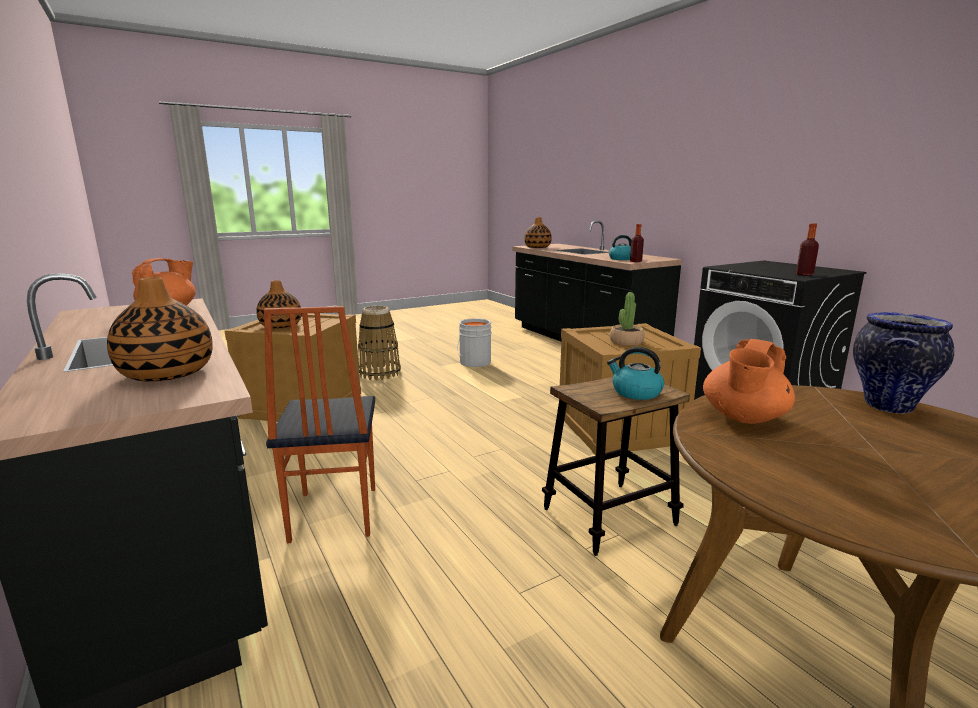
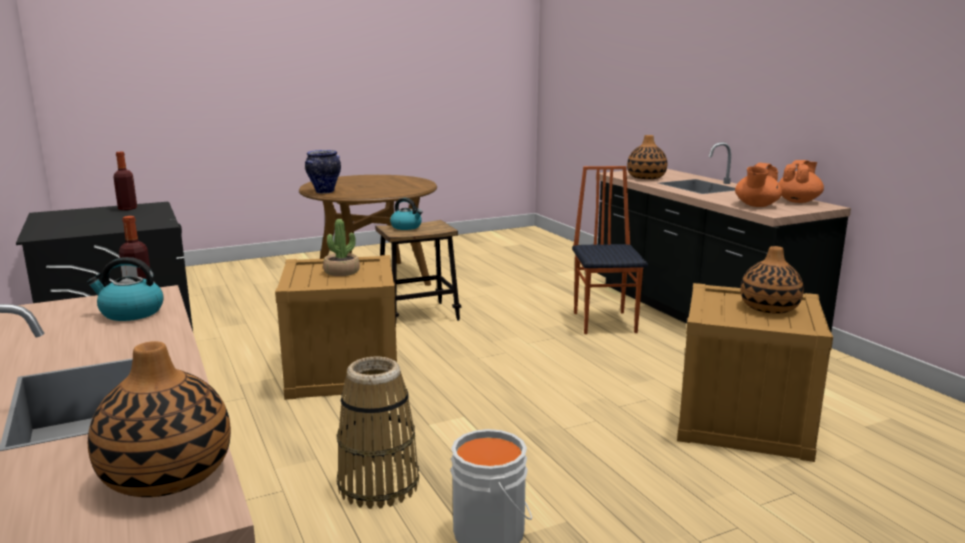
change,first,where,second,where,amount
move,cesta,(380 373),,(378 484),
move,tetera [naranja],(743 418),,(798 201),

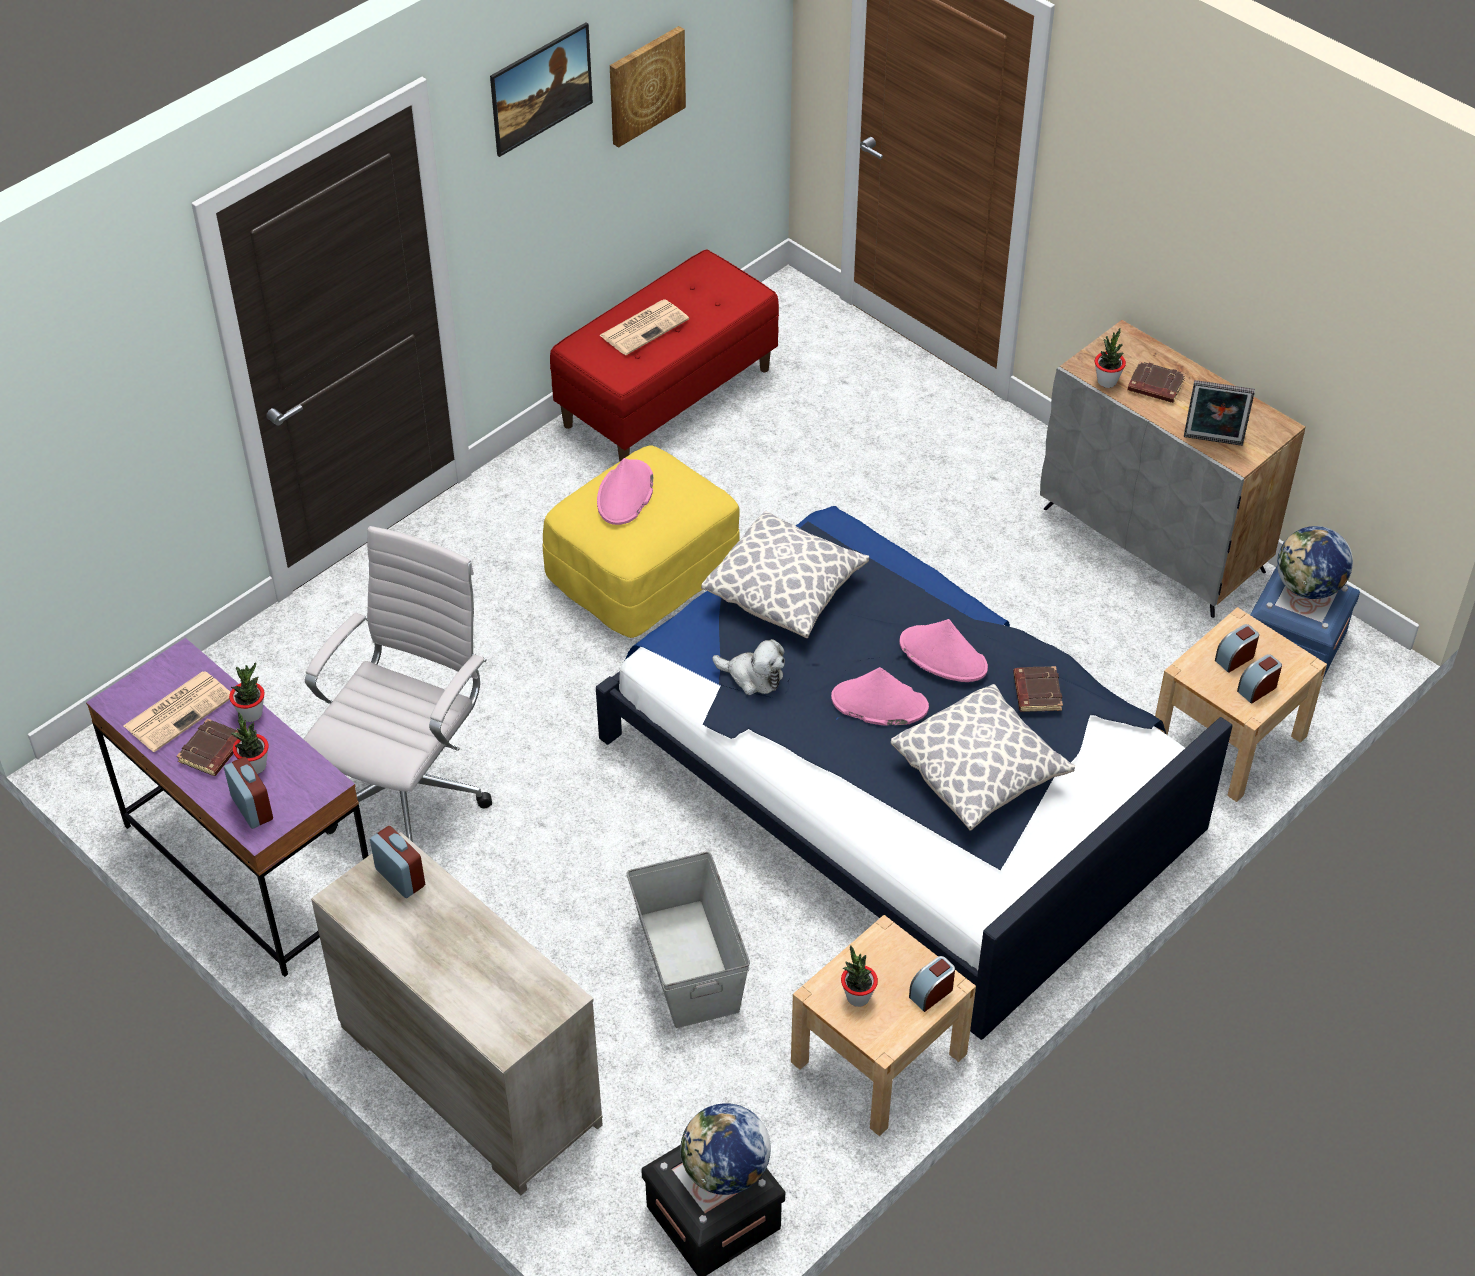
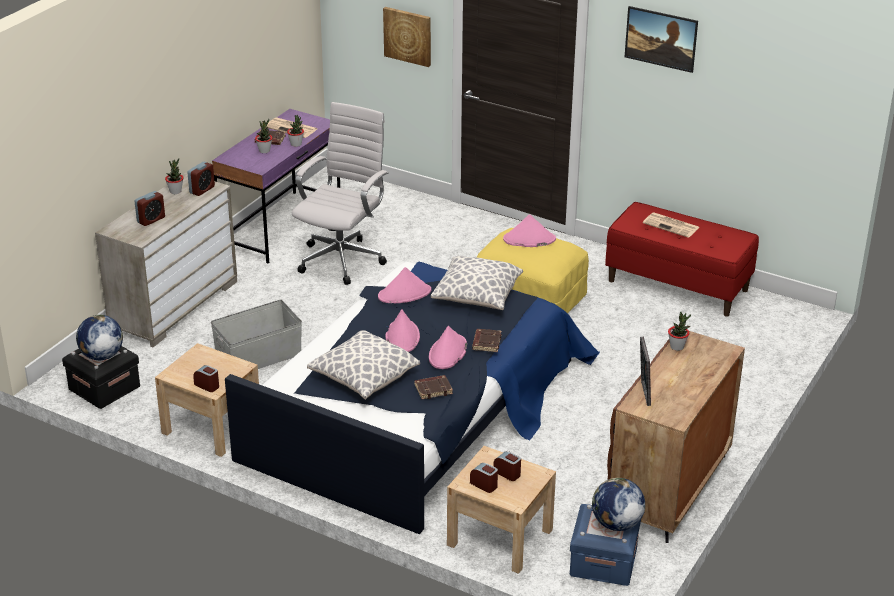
change,first,where,second,where,amount
move,despertador,(252 808),,(151 220),
move,planta en maceta,(858 997),,(175 191),
rotate,silla de oficina [blanco],(410 791),,(343 259),75 degrees counterclockwise
replace,peluche,(753 676),sombrero [rosa],(405 294),
move,cuadro,(645 85),,(408 36),
move,libro [marrón],(1154 386),,(486 342),
recolor,armario [gris],(1154 540),armario [marrón],(668 488),

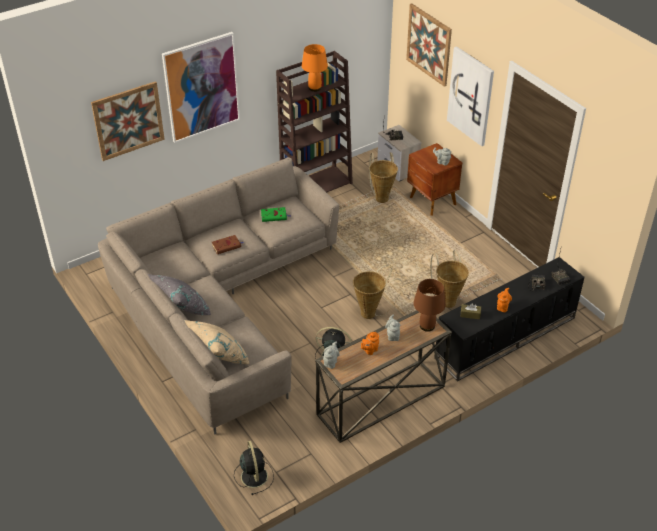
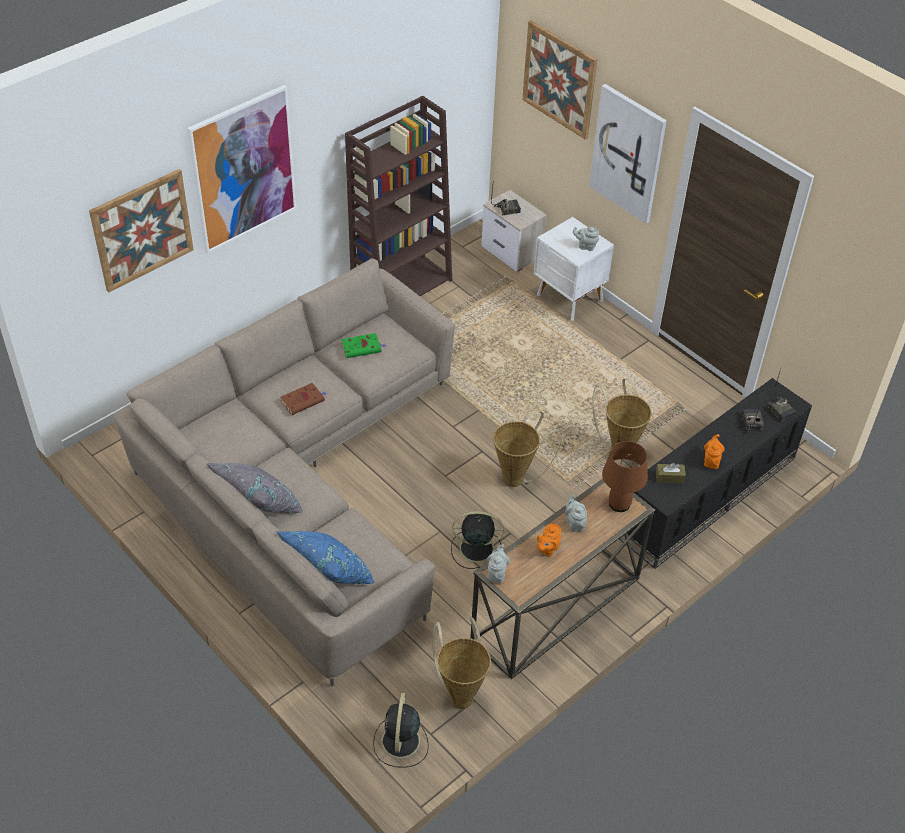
change,first,where,second,where,amount
recolor,cojín [beis],(219 357),cojín [azul],(327 576),
rotate,ventilador [negro],(254 475),,(400 742),150 degrees counterclockwise
move,cesta,(382 197),,(460 693),
recolor,mesita de noche [marrón],(432 201),mesita de noche [blanco],(569 299),
delete,lámpara de mesa [naranja],(314 88),,,

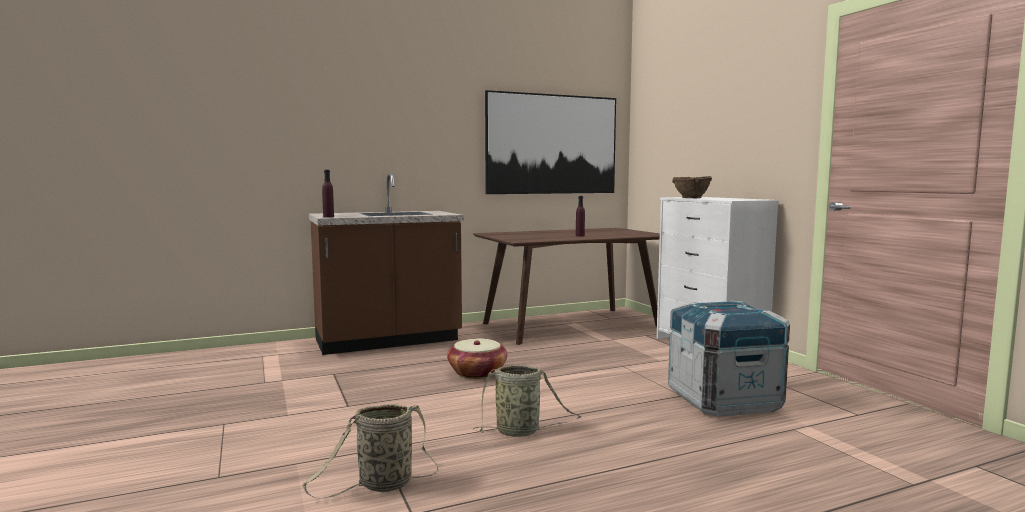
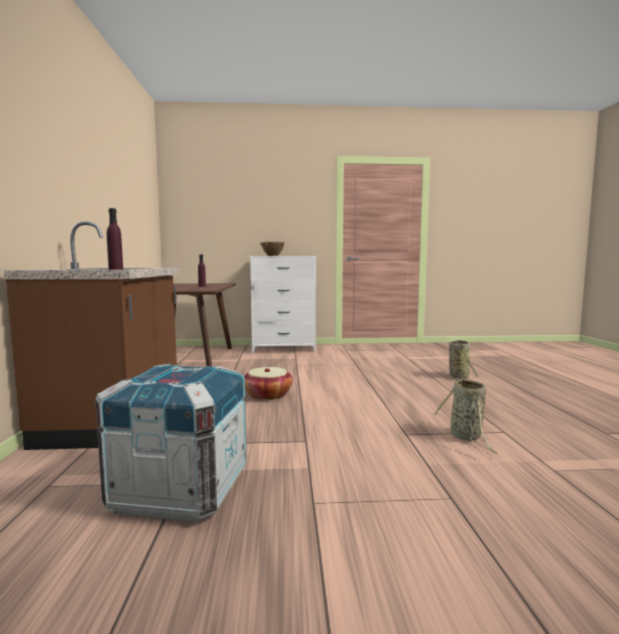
change,first,where,second,where,amount
move,caja de embalaje,(724 401),,(180 490),
move,cesta,(521 431),,(458 376),
delete,cuadro,(552 144),,,

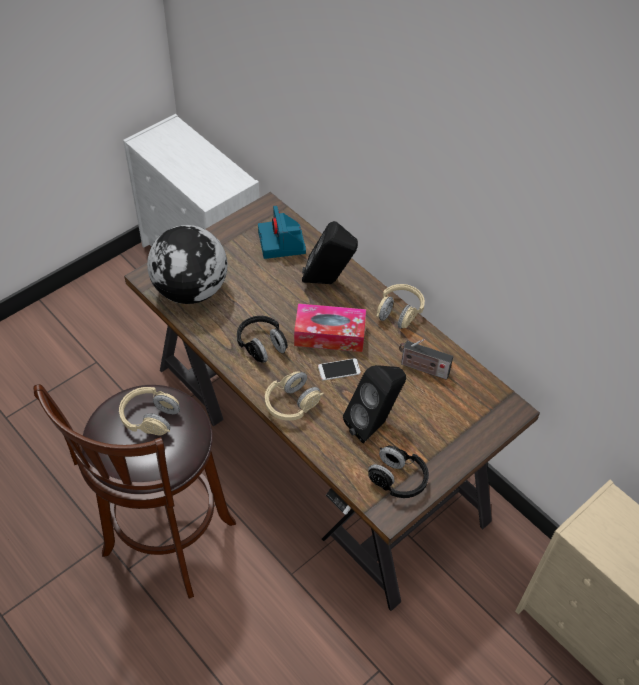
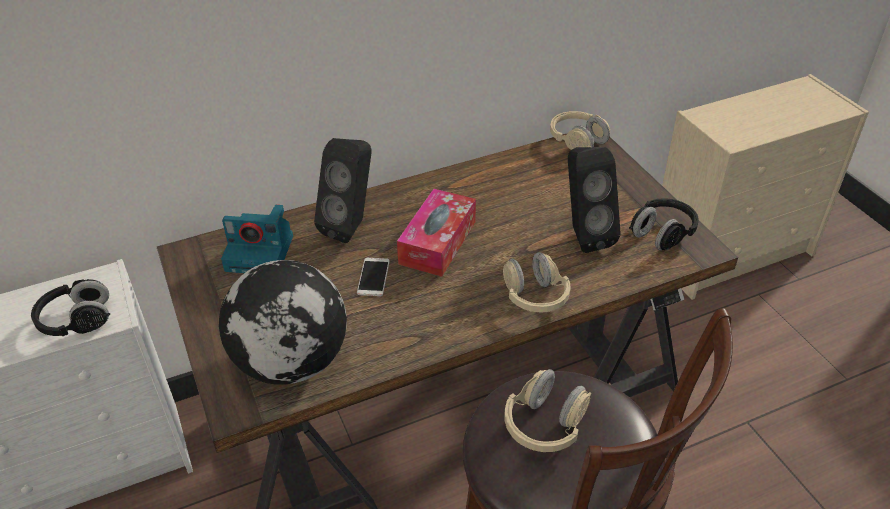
change,first,where,second,where,amount
move,auriculares [negro],(262 345),,(77 321),
move,móvil,(339 369),,(373 277),
move,auriculares [beis],(399 313),,(577 142),
delete,radio,(422 368),,,

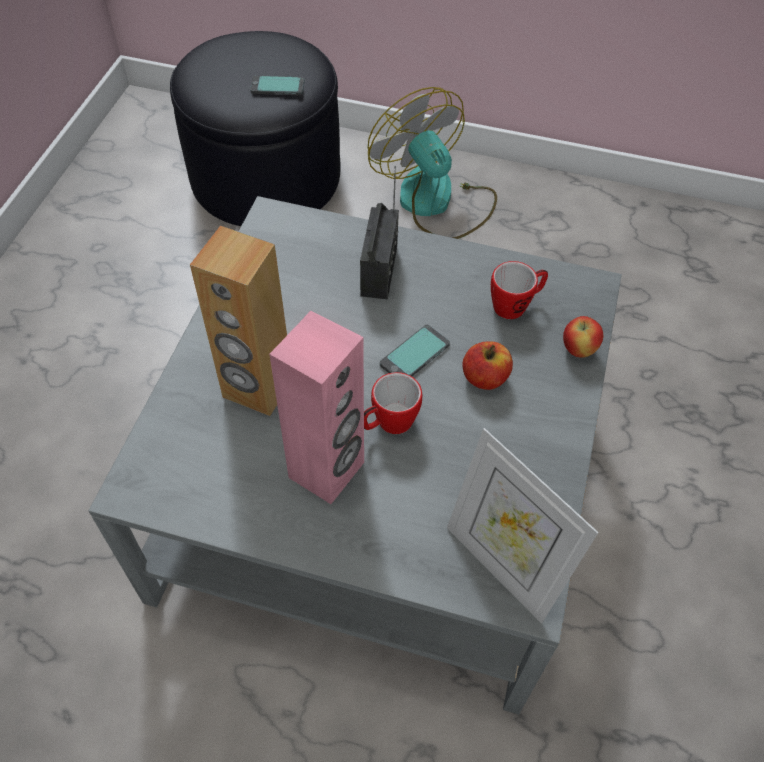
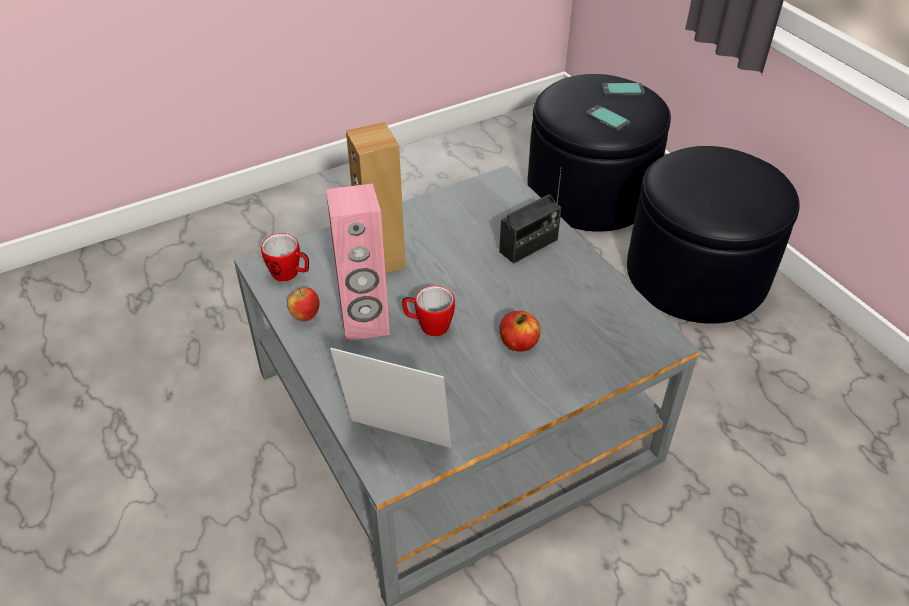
change,first,where,second,where,amount
move,taza grande,(515 305),,(290 274),
move,manzana,(578 350),,(305 316),
rotate,portarretratos,(502 565),,(397 442),105 degrees clockwise
move,móvil,(415 355),,(622 90),
replace,ventilador,(435 202),puf [negro],(696 274),

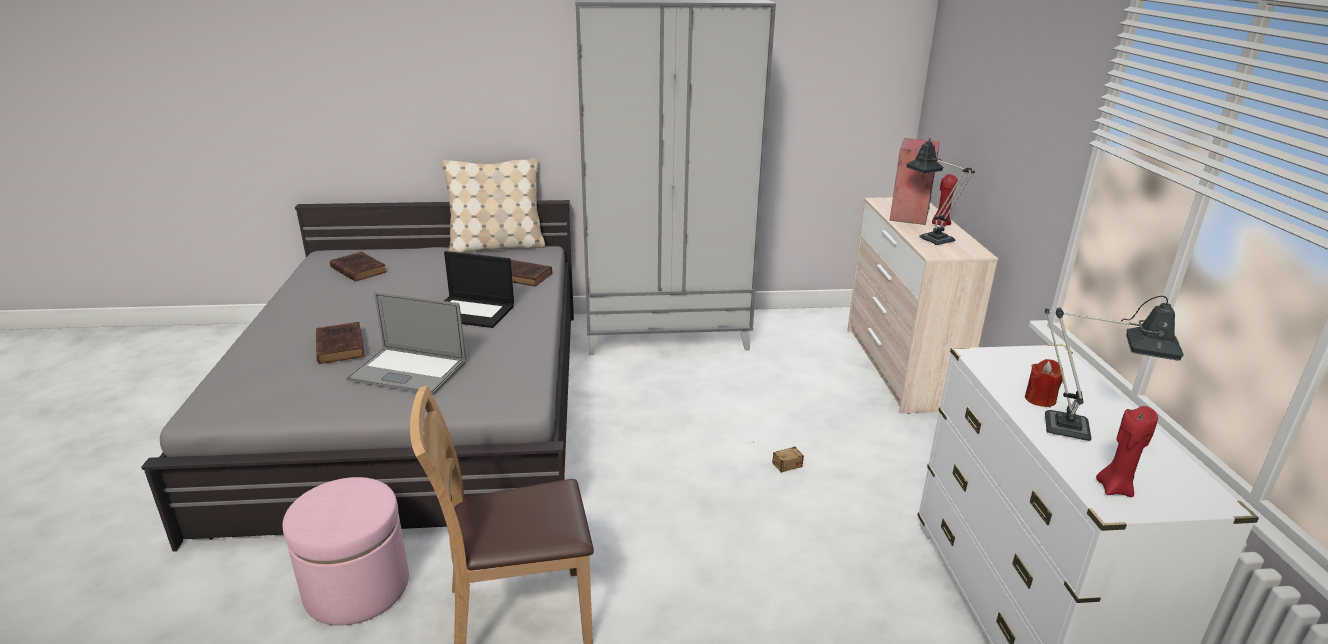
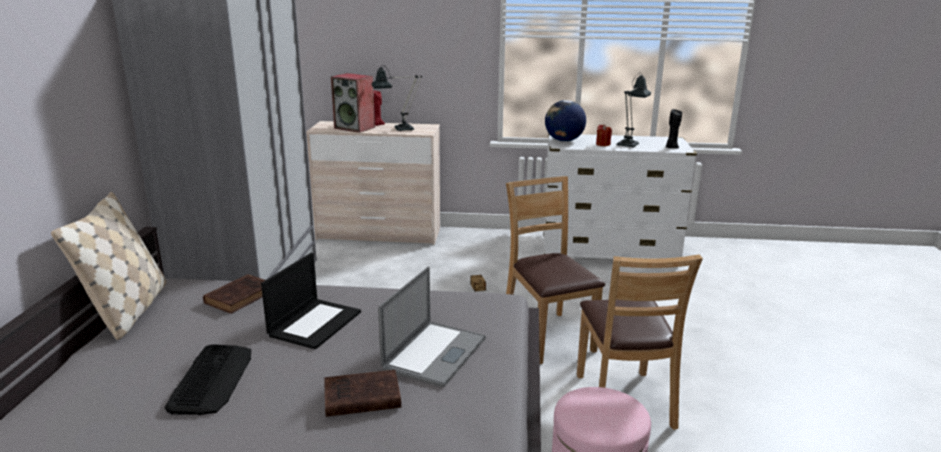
change,first,where,second,where,amount
insert,,,teclado,(212 379),
insert,,,silla [marrón],(548 336),
insert,,,globo terráqueo,(564 140),
recolor,vela [rojo],(1114 488),vela [negro],(671 147),
delete,libro [marrón],(358 269),,,

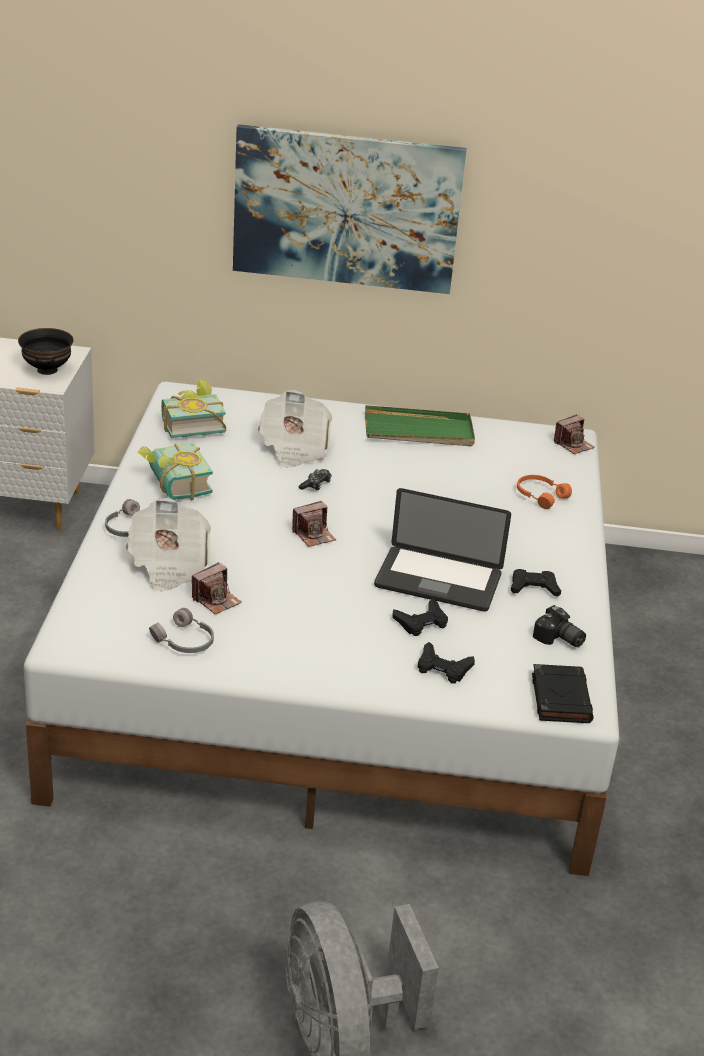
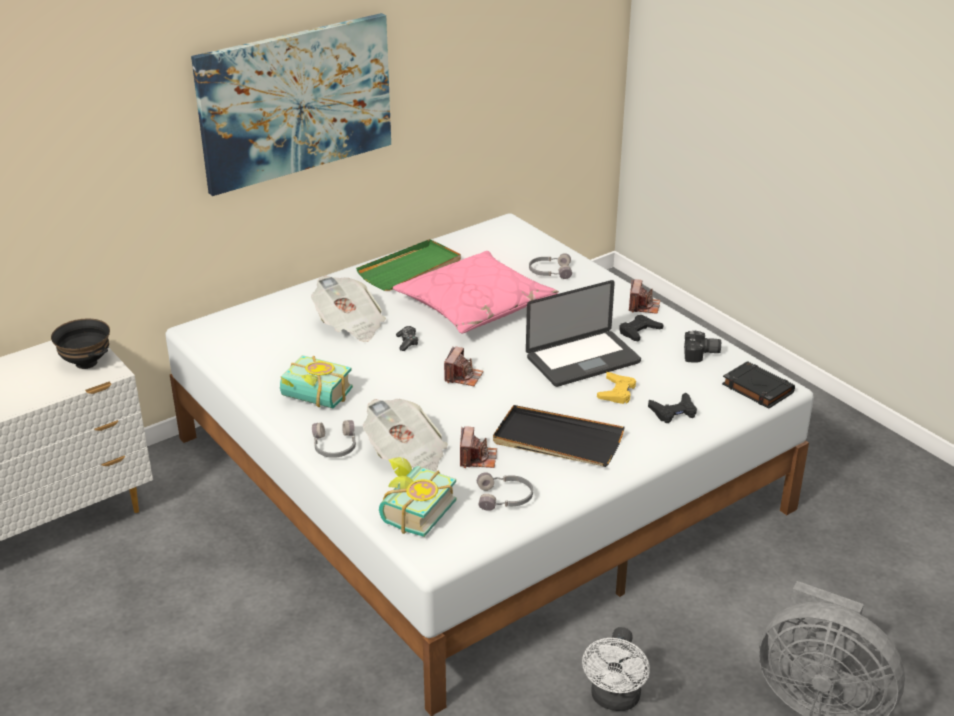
change,first,where,second,where,amount
move,libro,(191 425),,(412 511),
insert,,,cojín [rosa],(475 305),
insert,,,bandeja [negro],(557 440),
recolor,auriculares [naranja],(540 495),auriculares [gris],(550 272),
insert,,,ventilador [blanco],(614 700),
recolor,mando de consola [negro],(421 622),mando de consola [amarillo],(617 392),
move,cámara,(573 445),,(643 306),

